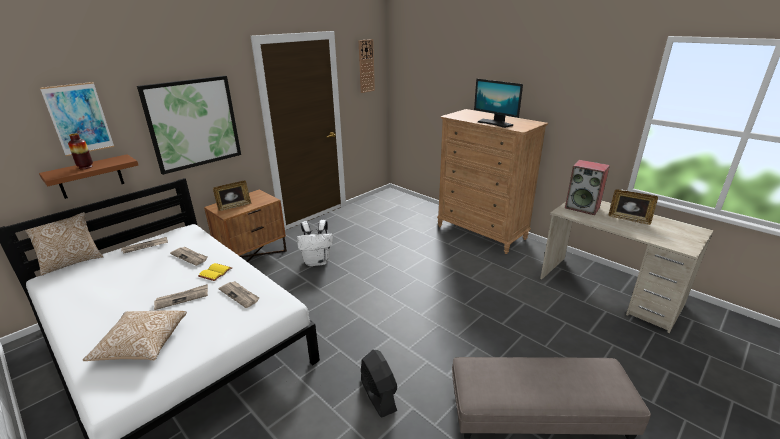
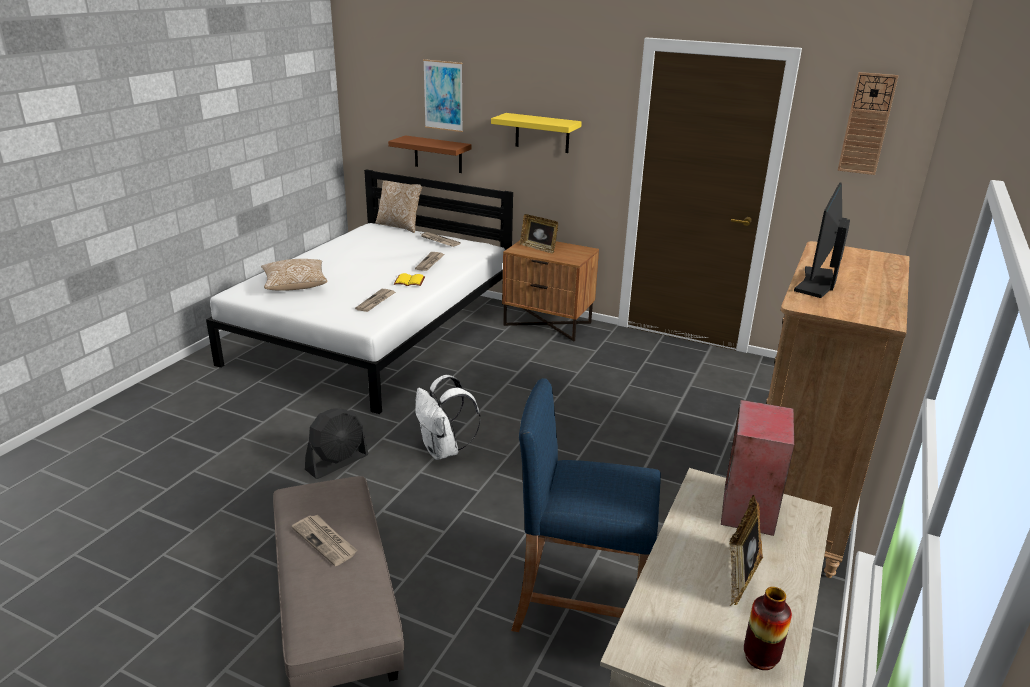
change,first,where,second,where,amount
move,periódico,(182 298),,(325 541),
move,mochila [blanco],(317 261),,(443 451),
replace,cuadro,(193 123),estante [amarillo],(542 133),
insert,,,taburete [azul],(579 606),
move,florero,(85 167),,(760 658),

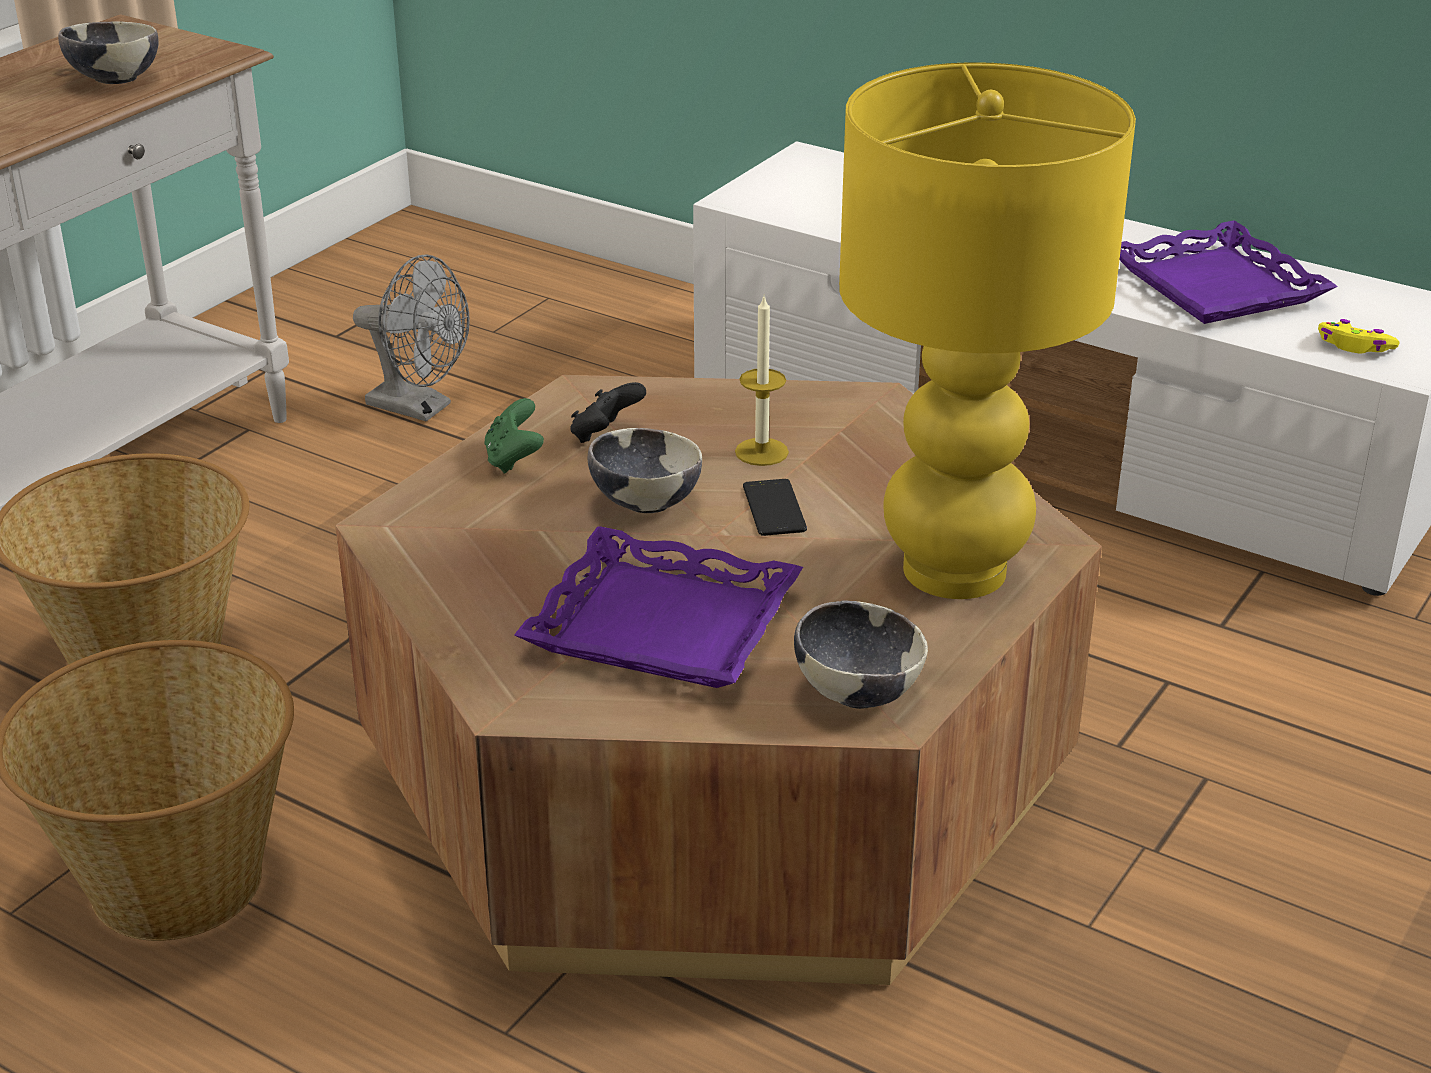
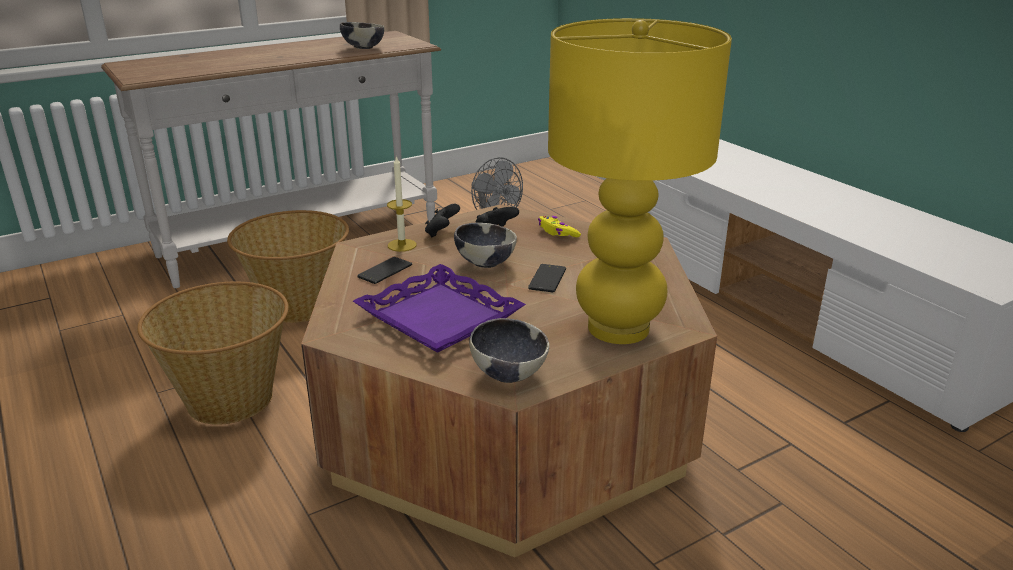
change,first,where,second,where,amount
insert,,,móvil,(385 271),
move,vela,(761 452),,(402 245),
recolor,mando de consola [verde],(514 460),mando de consola [negro],(441 233),
move,mando de consola [amarillo],(1354 346),,(557 232),
delete,bandeja [morado],(1215 286),,,

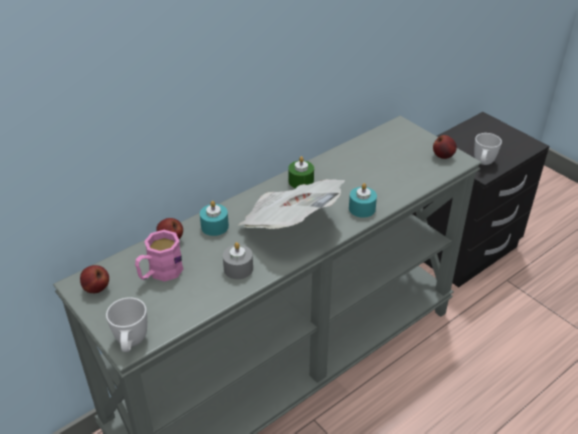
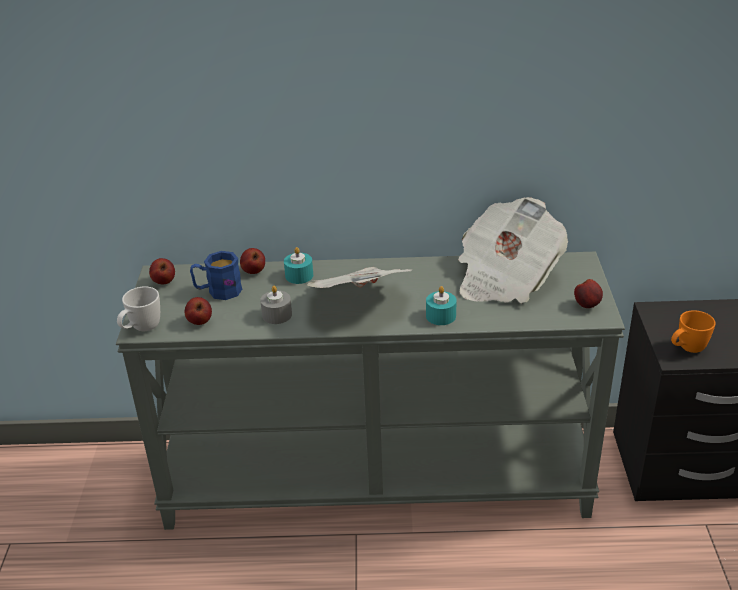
change,first,where,second,where,amount
insert,,,manzana,(200 322),
recolor,taza grande [rosa],(160 273),taza grande [azul],(218 291),
insert,,,periódico,(505 277),
recolor,taza grande [blanco],(483 164),taza grande [naranja],(687 349),
delete,vela [verde],(301 181),,,

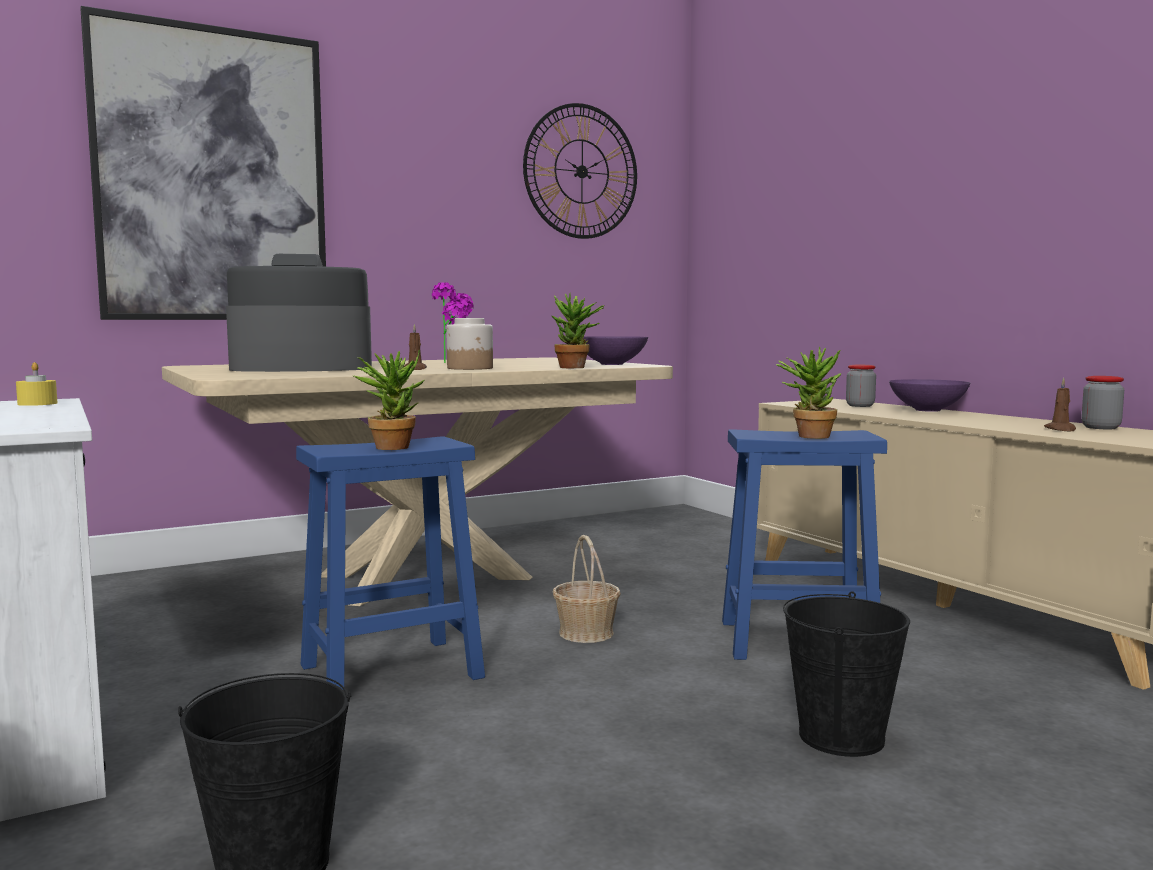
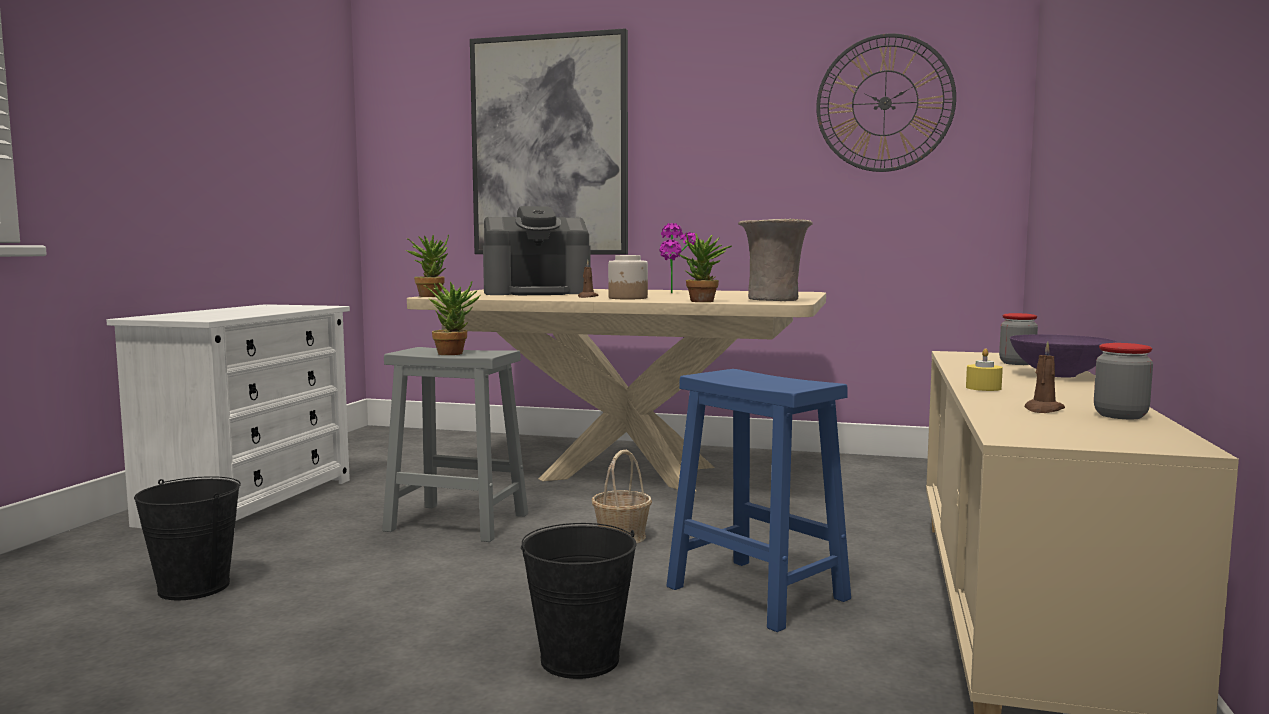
change,first,where,second,where,amount
recolor,taburete [azul],(388 672),taburete [gris],(455 522),
move,planta en maceta,(808 436),,(431 296),
rotate,cafetera,(301 368),,(537 293),135 degrees clockwise
replace,cuenco [morado],(610 364),florero [beis],(772 300),
move,vela [amarillo],(37 404),,(983 388),

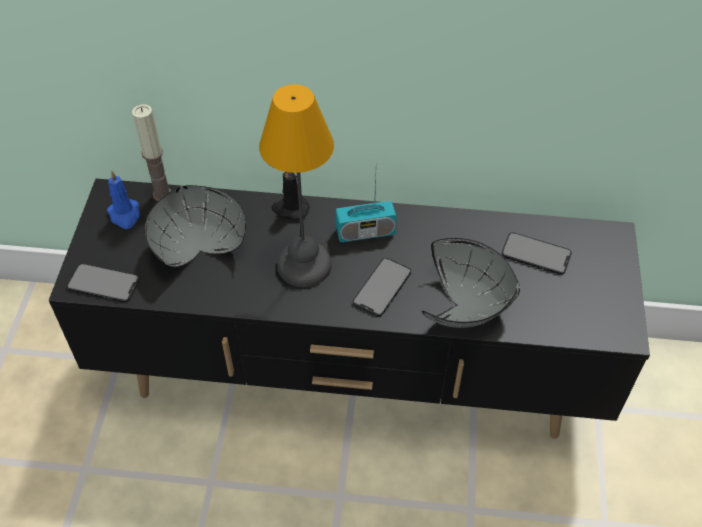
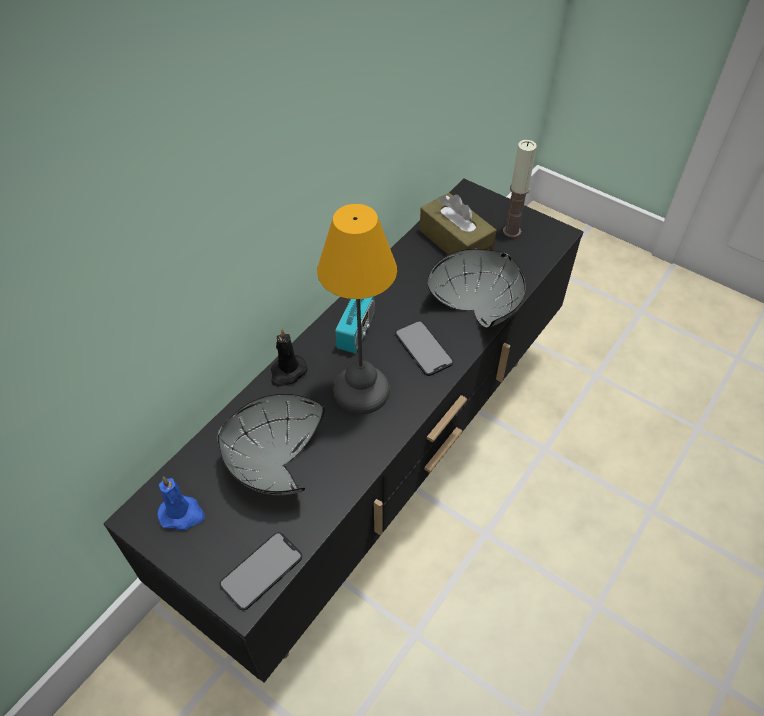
change,first,where,second,where,amount
replace,móvil,(536 254),caja de pañuelos [marrón],(455 241),
move,vela,(162 194),,(511 231),

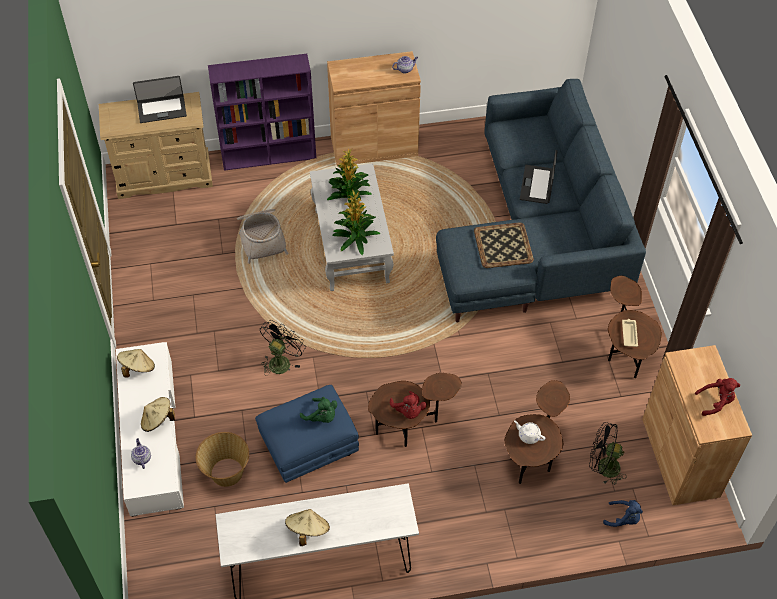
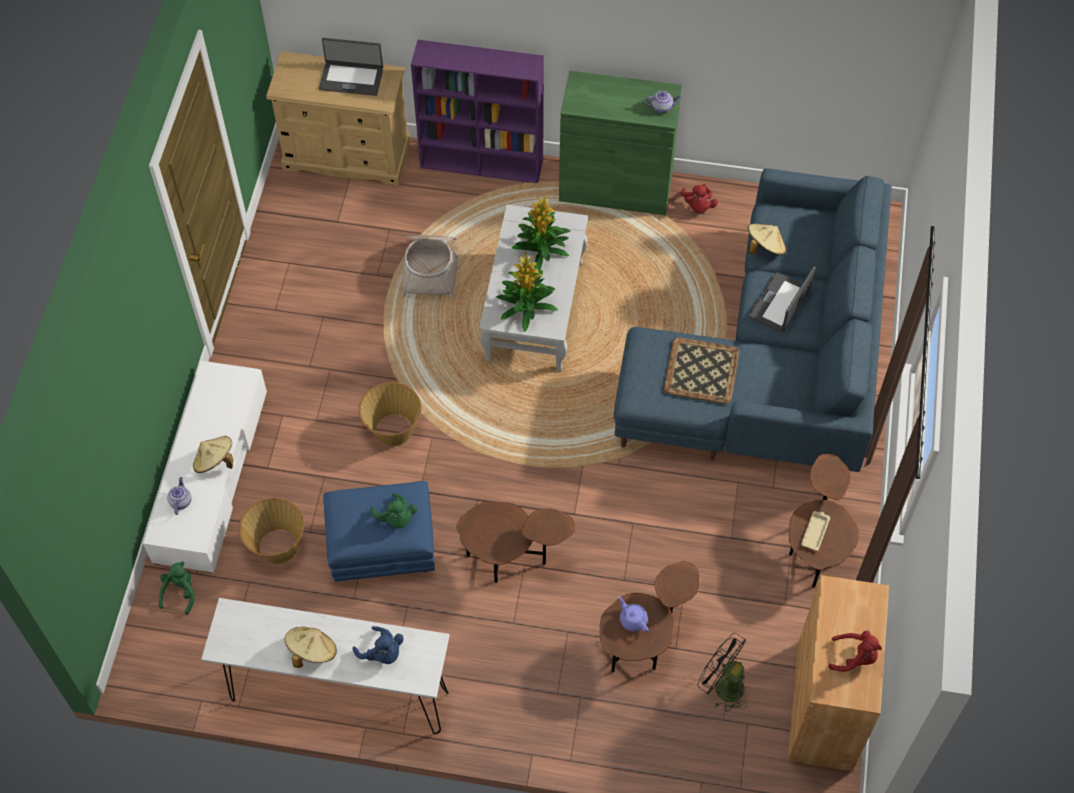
change,first,where,second,where,amount
insert,,,peluche [verde],(180 593),
move,peluche [azul],(623 519),,(382 653),
replace,ventilador [negro],(281 360),cesta,(393 430),
recolor,armario [marrón],(374 146),armario [verde],(615 187),
recolor,tetera [blanco],(528 435),tetera [morado],(632 619),
move,peluche [rojo],(408 411),,(697 206),
move,sombrero [beis],(137 368),,(764 247),

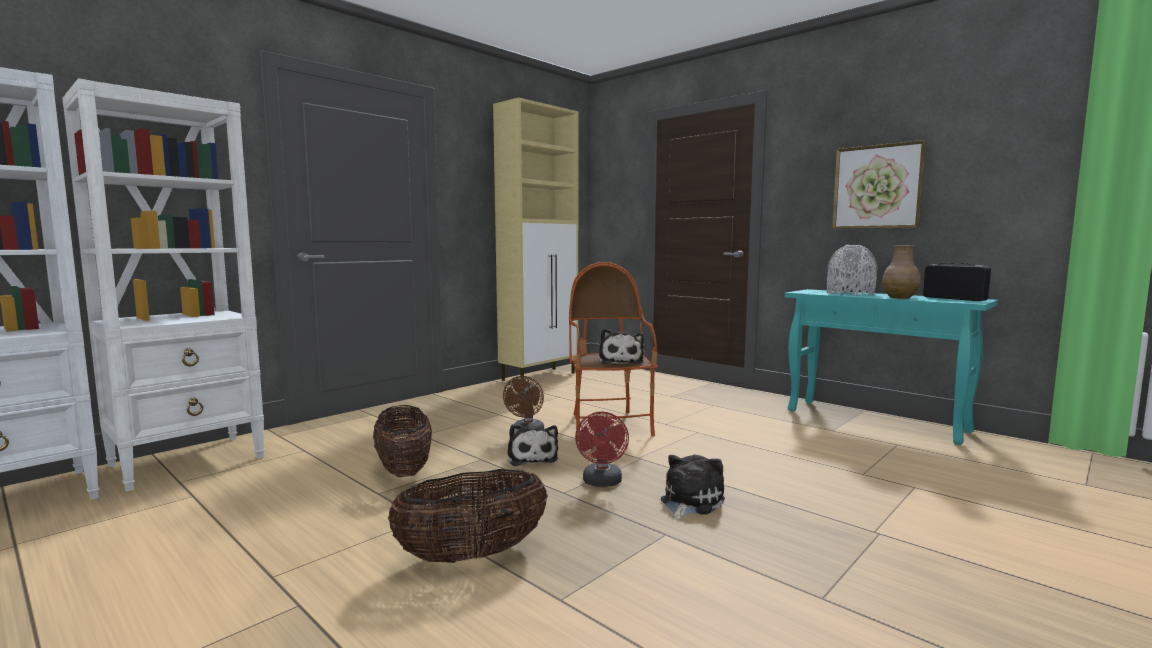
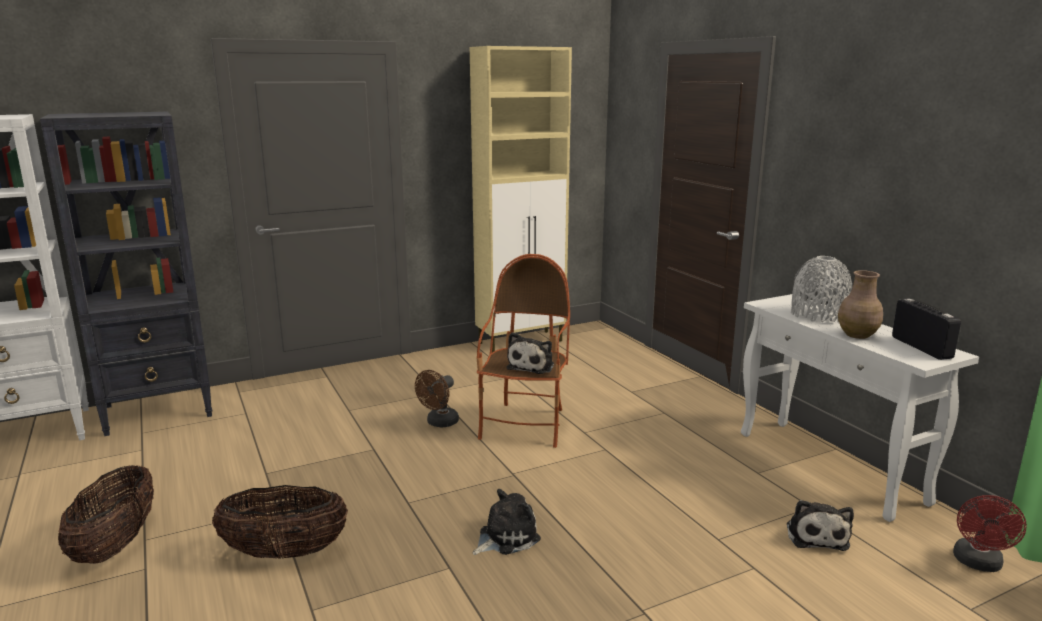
change,first,where,second,where,amount
recolor,estantería [blanco],(189 461),estantería [negro],(160 411),
move,cesta,(404 470),,(116 544),
recolor,mesa consola [turquesa],(876 421),mesa consola [blanco],(830 467),
move,peluche,(532 457),,(816 535),
move,ventilador [rojo],(602 483),,(978 564),
delete,cuadro,(877 187),,,

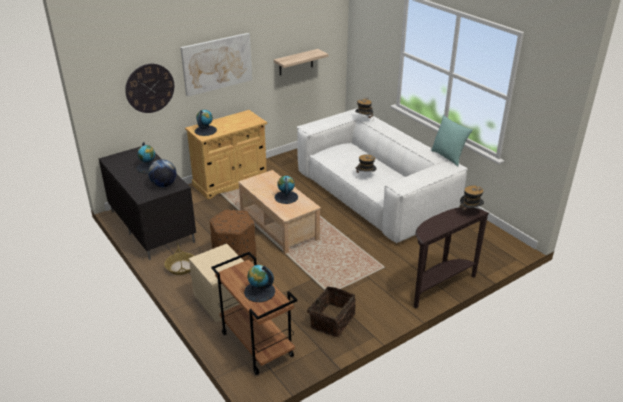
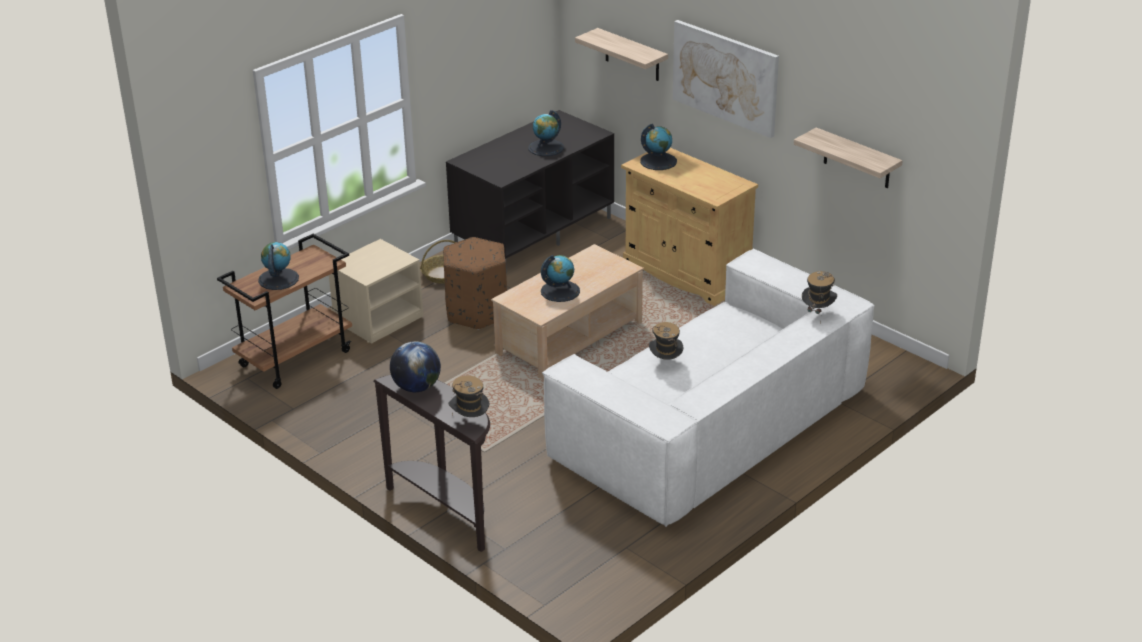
change,first,where,second,where,amount
move,globo terráqueo,(164 185),,(416 387),
replace,reloj de pared,(150 88),estante,(632 55),
delete,cesta,(331 320),,,
delete,cojín [turquesa],(448 157),,,

